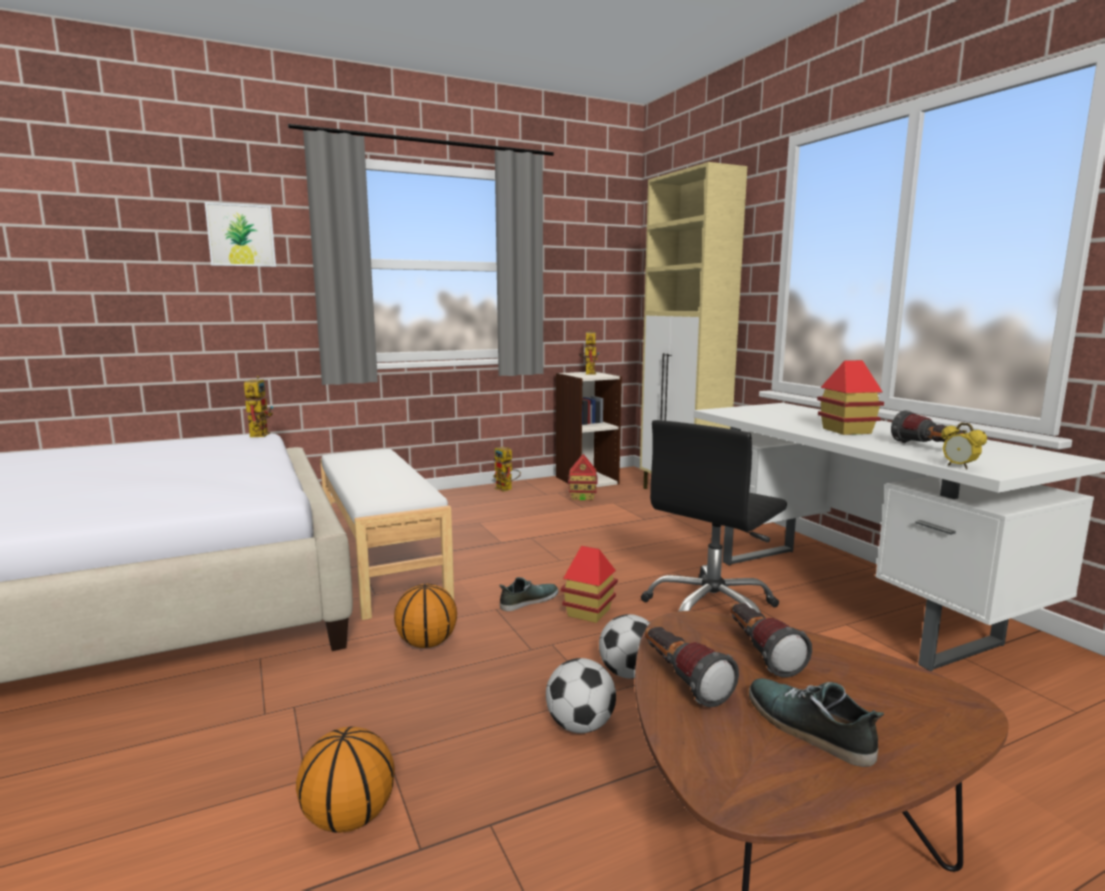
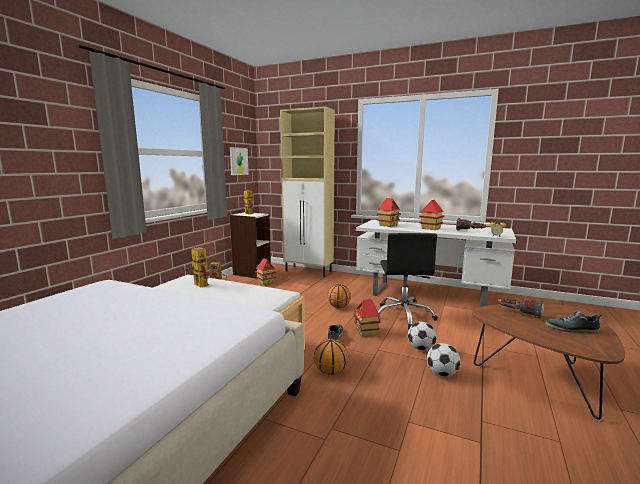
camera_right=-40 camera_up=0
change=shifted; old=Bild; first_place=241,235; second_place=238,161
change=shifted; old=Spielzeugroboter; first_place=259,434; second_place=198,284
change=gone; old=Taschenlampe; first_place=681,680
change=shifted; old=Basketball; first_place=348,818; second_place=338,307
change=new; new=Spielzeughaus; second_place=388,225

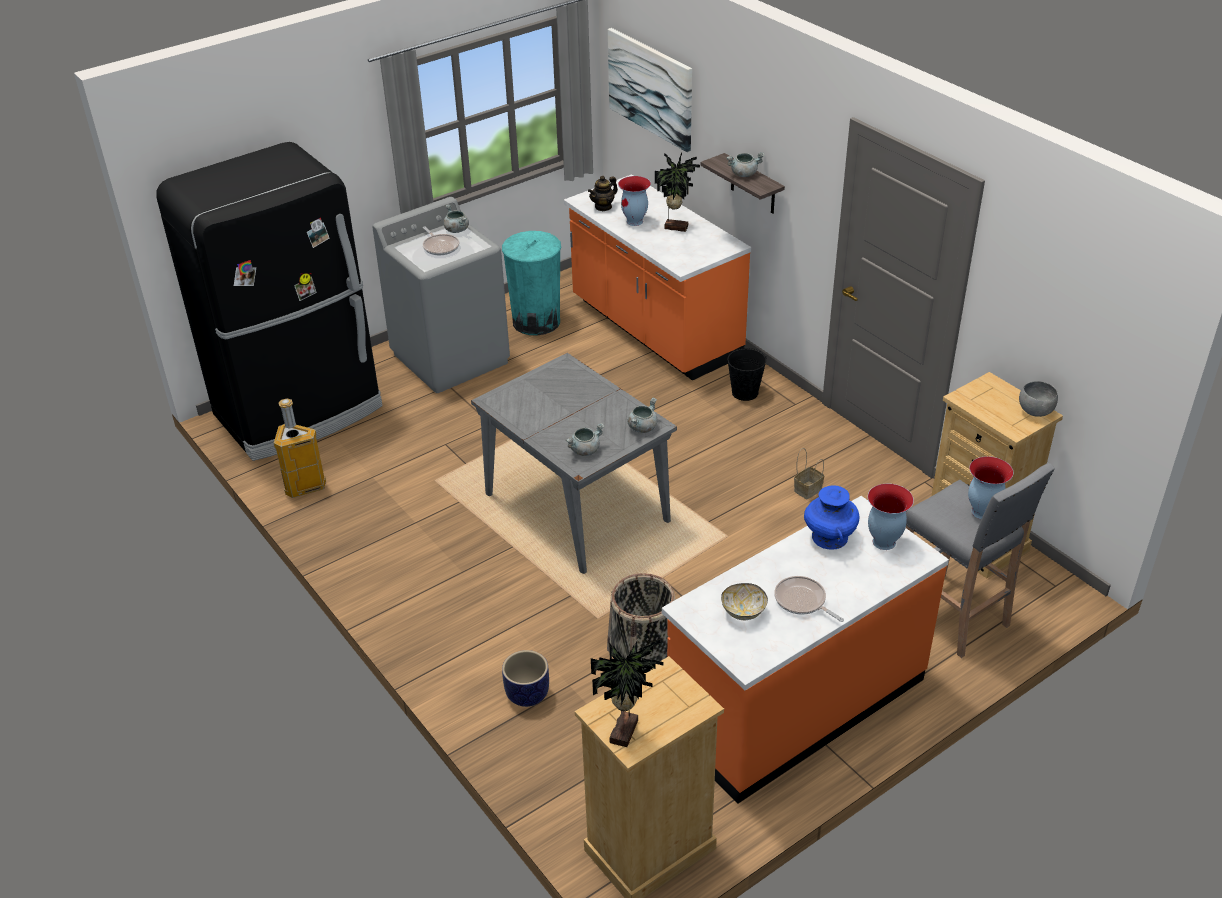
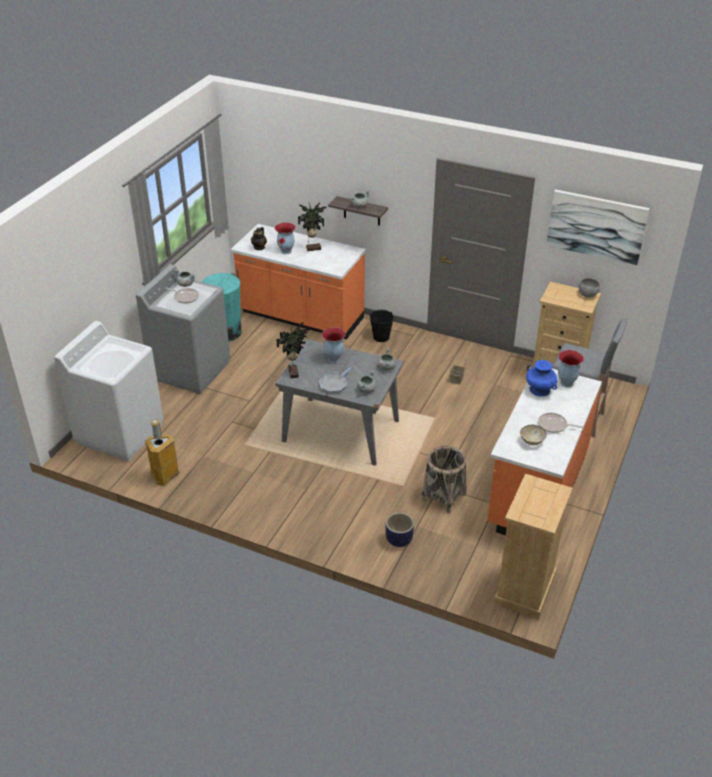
camera_right=-30 camera_up=0
change=shifted; old=Bild; first_place=650,88; second_place=596,226
change=swapped; old=Kühlschrank (schwarz); new=Waschmaschine (weiß); first_place=300,412; second_place=120,433
change=shifted; old=Vase; first_place=982,512; second_place=334,359
change=shifted; old=Topfpflanze; first_place=627,731; second_place=294,372
change=new; new=Pfanne; second_place=334,384

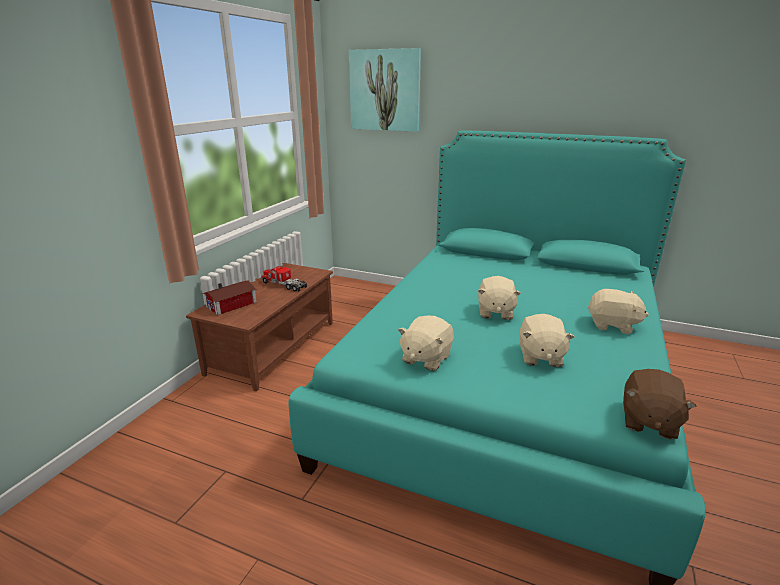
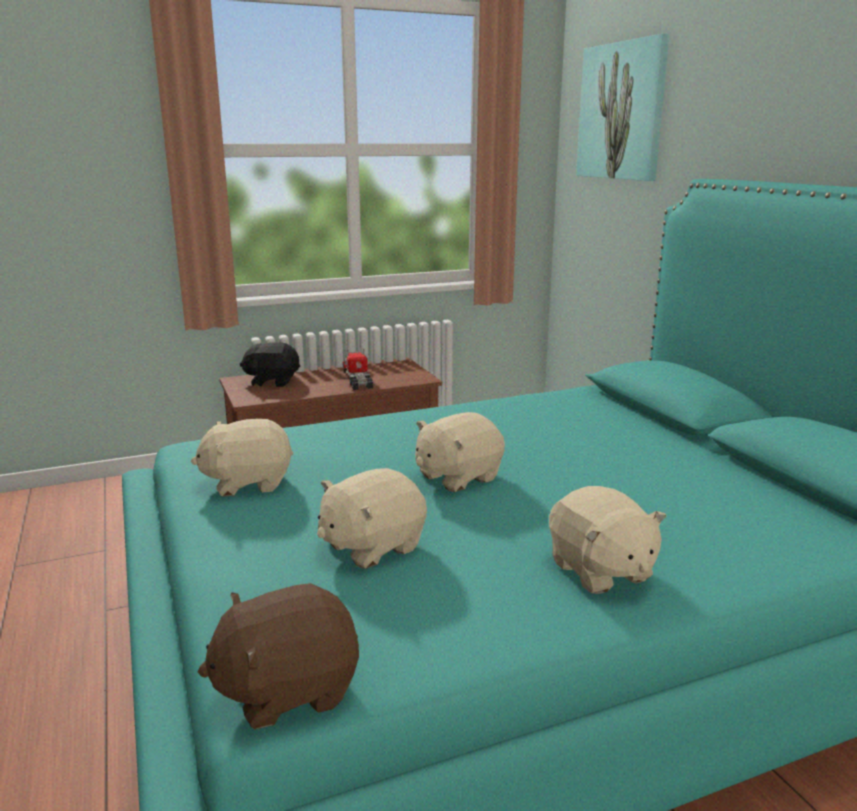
camera_right=45 camera_up=-5
change=swapped; old=Spielzeughaus; new=Plüschtier (schwarz); first_place=233,304; second_place=272,381

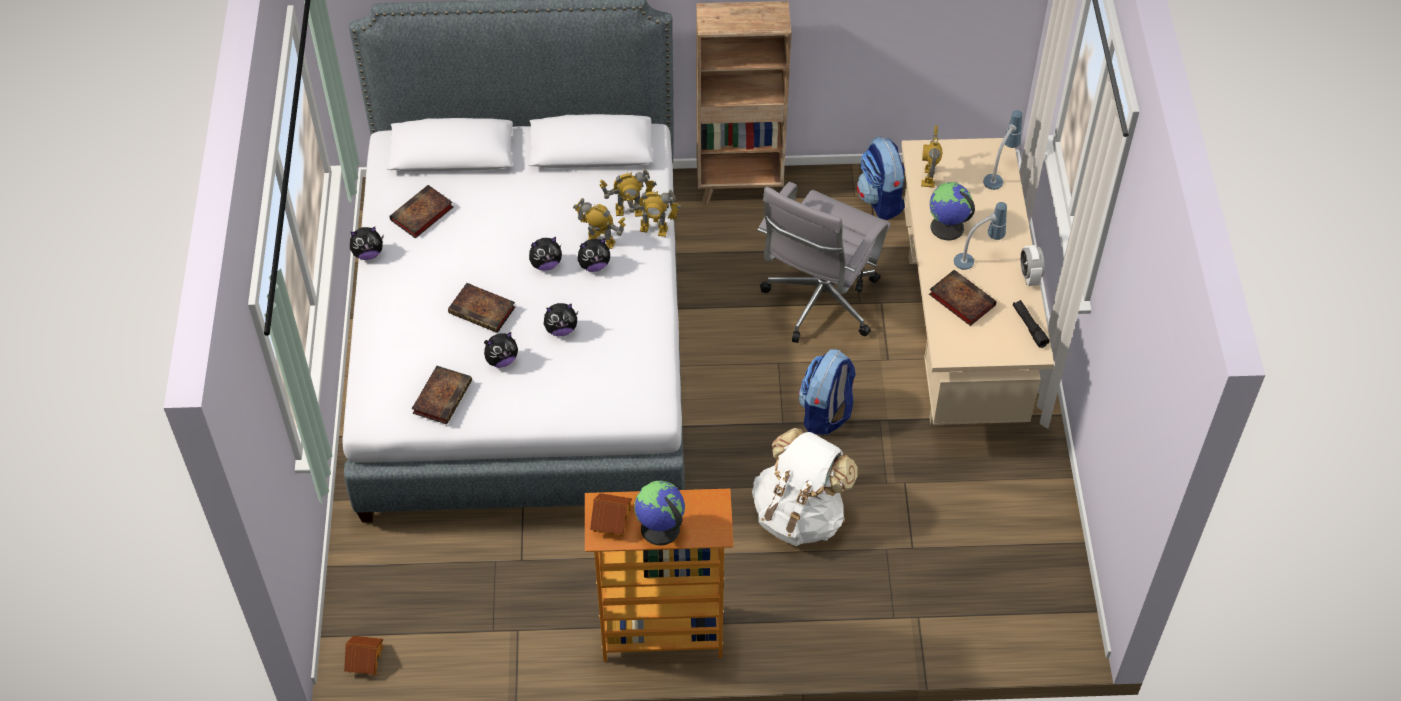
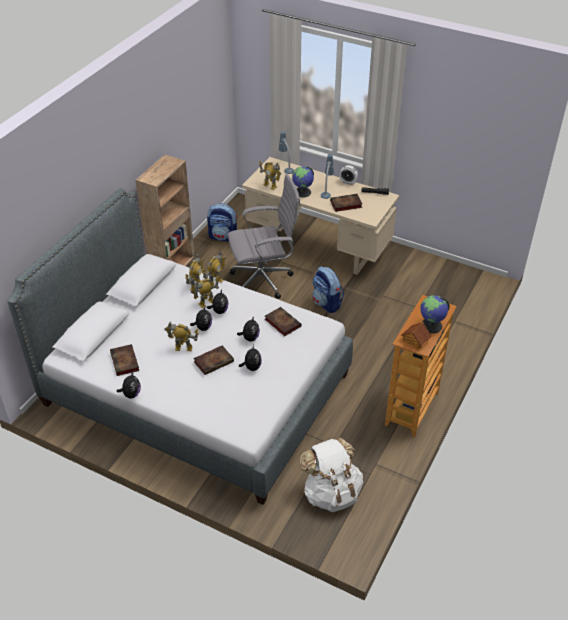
camera_right=-60 camera_up=-10
change=rotated; old=Bürostuhl (grau); first_place=819,304; second_place=264,280; degrees=-75
change=shifted; old=Buch; first_place=442,396; second_place=281,323
change=shifted; old=Rucksack (weiß); first_place=800,514; second_place=331,493
change=gone; old=Spielzeughaus; first_place=364,659
change=new; new=Spielzeugroboter; second_place=183,348

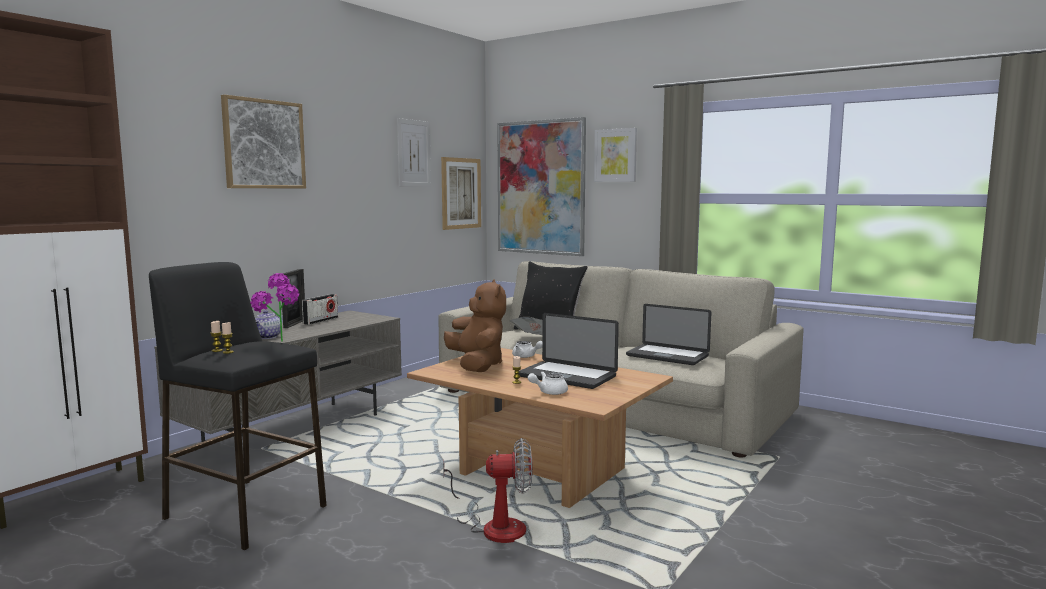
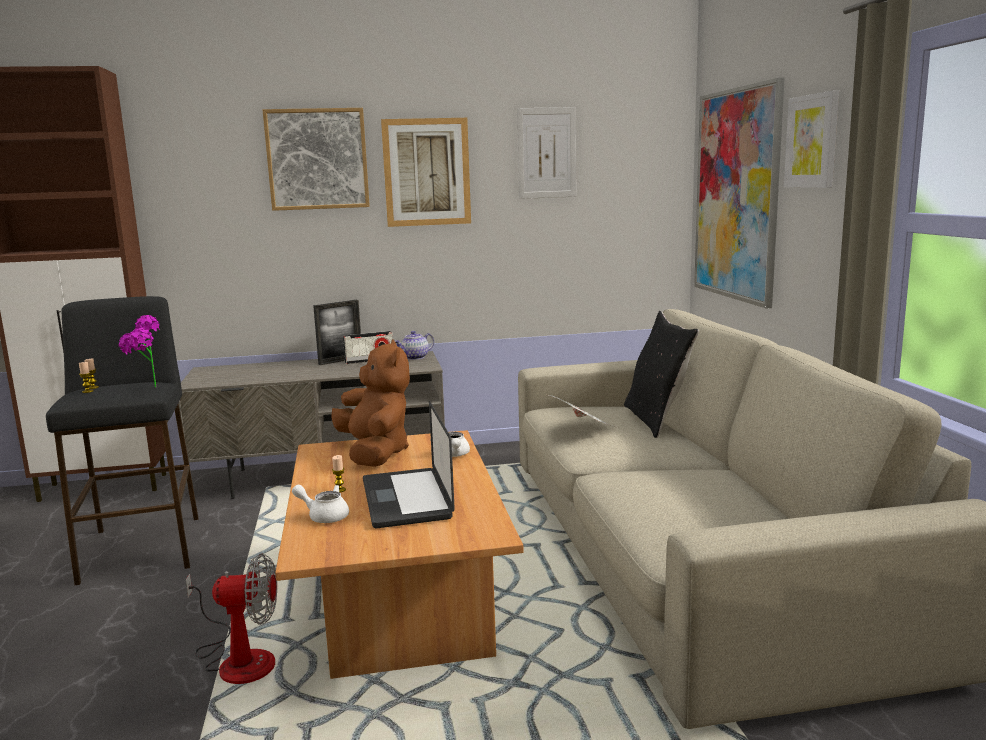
camera_right=45 camera_up=5
change=shifted; old=Bild; first_place=461,193; second_place=427,172
change=rotated; old=Plüschtier (braun); first_place=477,365; second_place=375,453; degrees=-45
change=gone; old=Laptop; first_place=667,356
change=shifted; old=Teekanne; first_place=267,337; second_place=415,357
change=rotated; old=Ventilator; first_place=494,525; second_place=238,660; degrees=-45

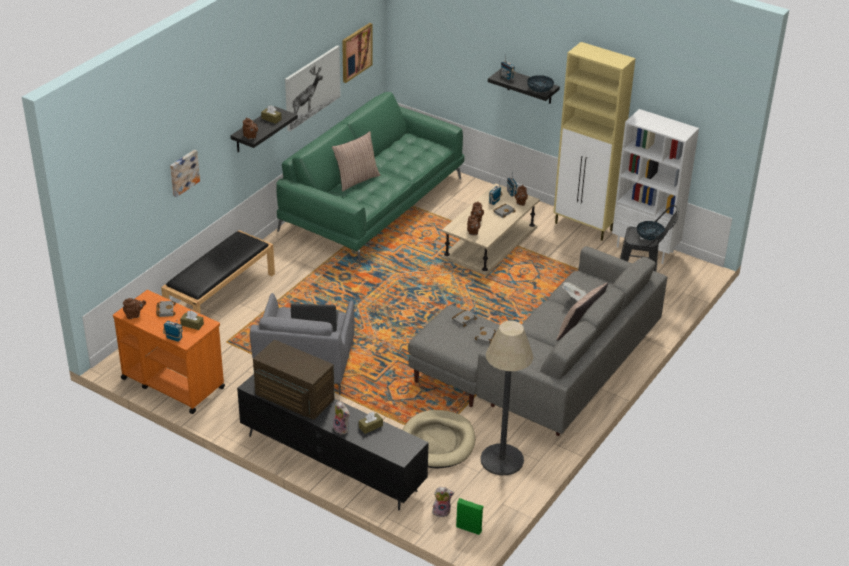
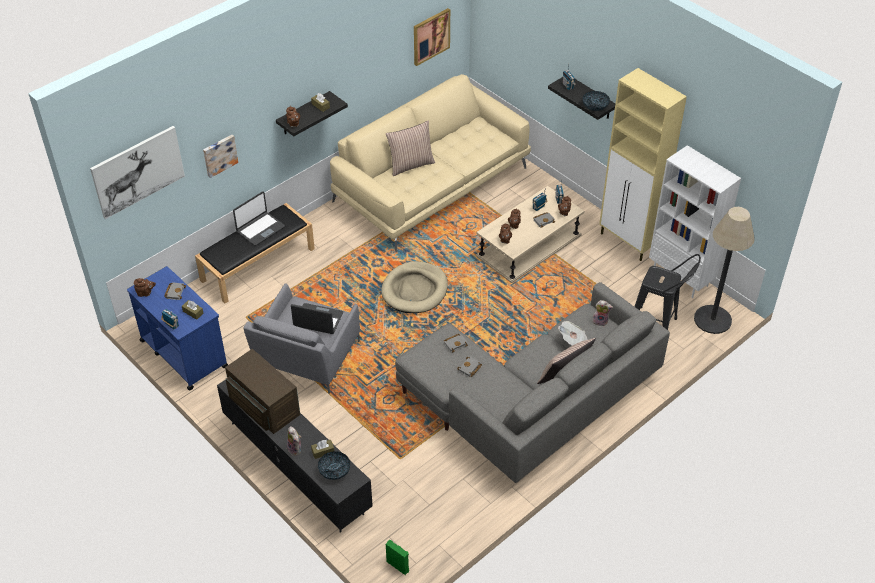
camera_right=15 camera_up=10
change=shifted; old=Bild; first_place=312,87; second_place=138,171
change=repainted; old=Sofa (grün); new=Sofa (beige); first_place=373,204; second_place=432,184
change=shifted; old=Schüssel; first_place=649,237; second_place=334,471
change=repainted; old=Rollwagen (orange); new=Rollwagen (blau); first_place=172,383; second_place=183,353
change=shifted; old=Stehlampe; first_place=502,460; second_place=712,319
change=shifted; old=Hundebett (beige); first_place=437,442; second_place=415,290
change=shifted; old=Plüschtier; first_place=442,511; second_place=600,321
change=new; new=Laptop; second_place=260,229

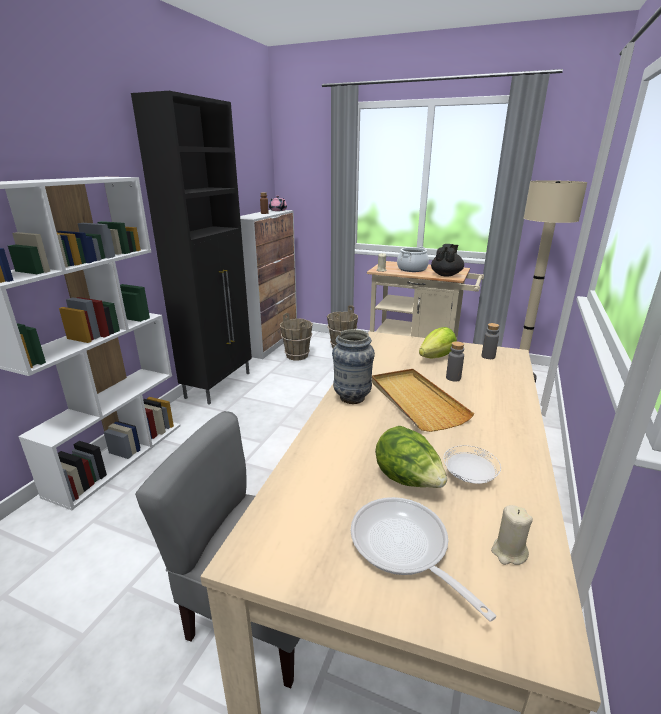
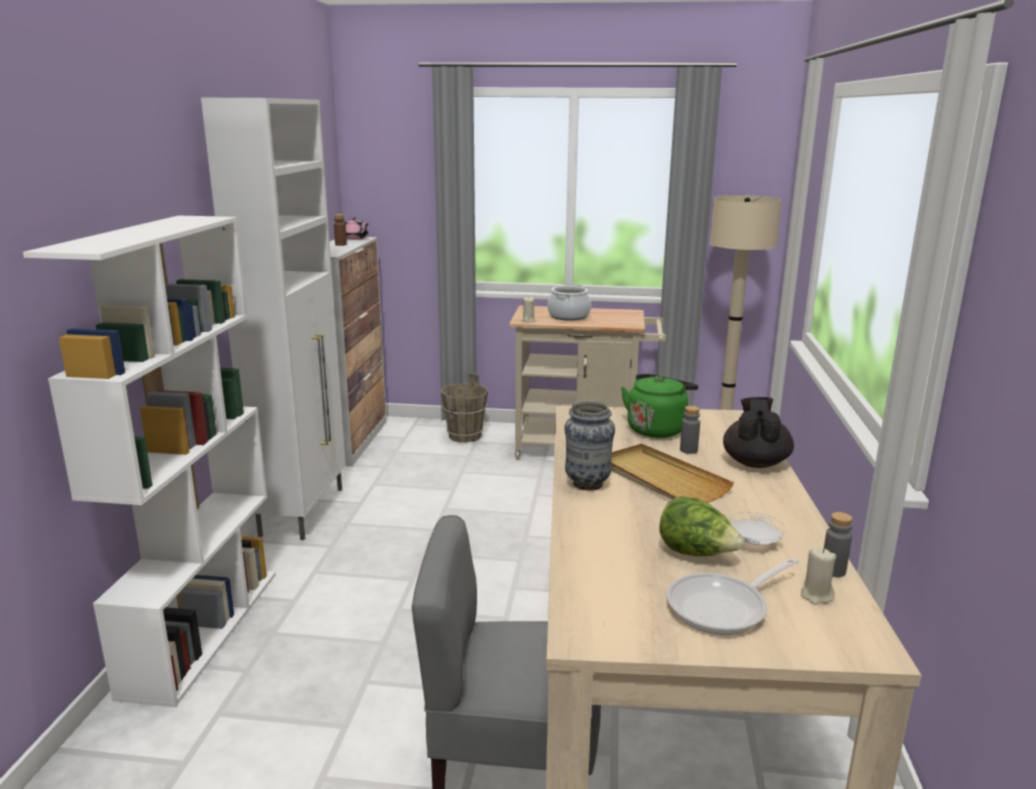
camera_right=-15 camera_up=-5
change=repainted; old=Schrank (schwarz); new=Schrank (weiß); first_place=219,385; second_place=304,511
change=shifted; old=Teekanne (schwarz); first_place=446,275; second_place=755,462
change=gone; old=Eimer (braun); first_place=297,355
change=shifted; old=Flasche (grau); first_place=488,356; second_place=833,571
change=swapped; old=Salatkopf; new=Wasserkessel (grün); first_place=436,357; second_place=657,429
change=rotated; old=Pfanne; first_place=404,548; second_place=723,607; degrees=-75

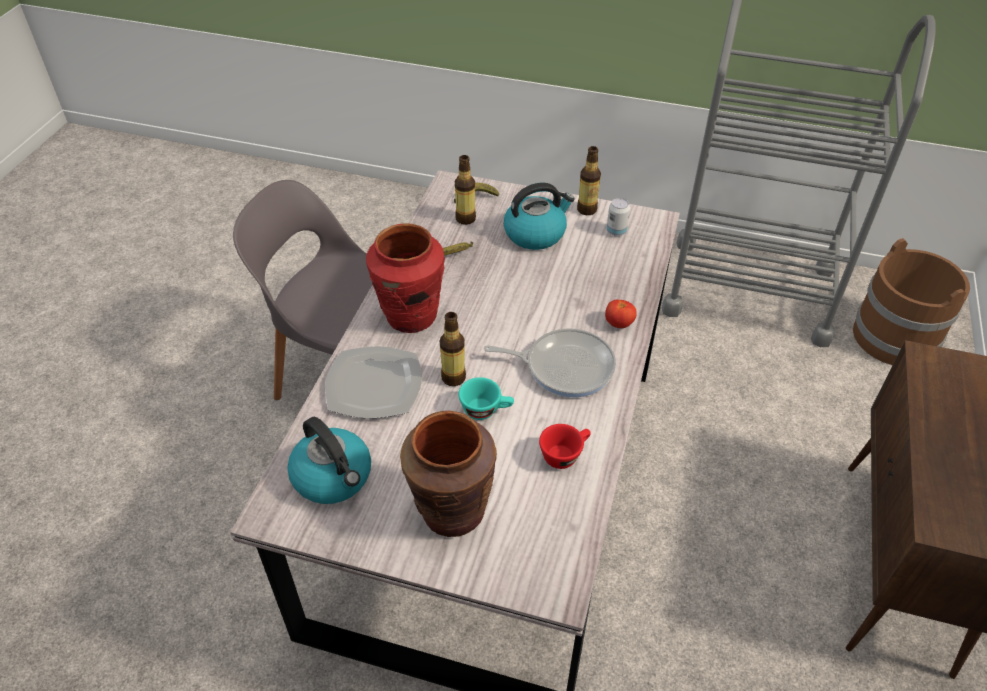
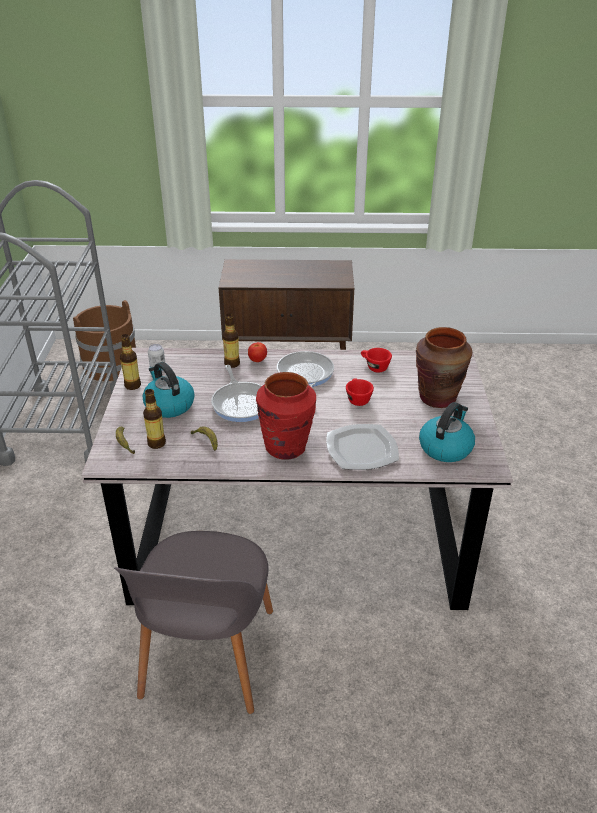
camera_right=-105 camera_up=-10
change=shifted; old=Flasche; first_place=453,377; second_place=232,364
change=repainted; old=Tasse (türkis); new=Tasse (rot); first_place=486,410; second_place=357,399
change=new; new=Pfanne; second_place=241,403

